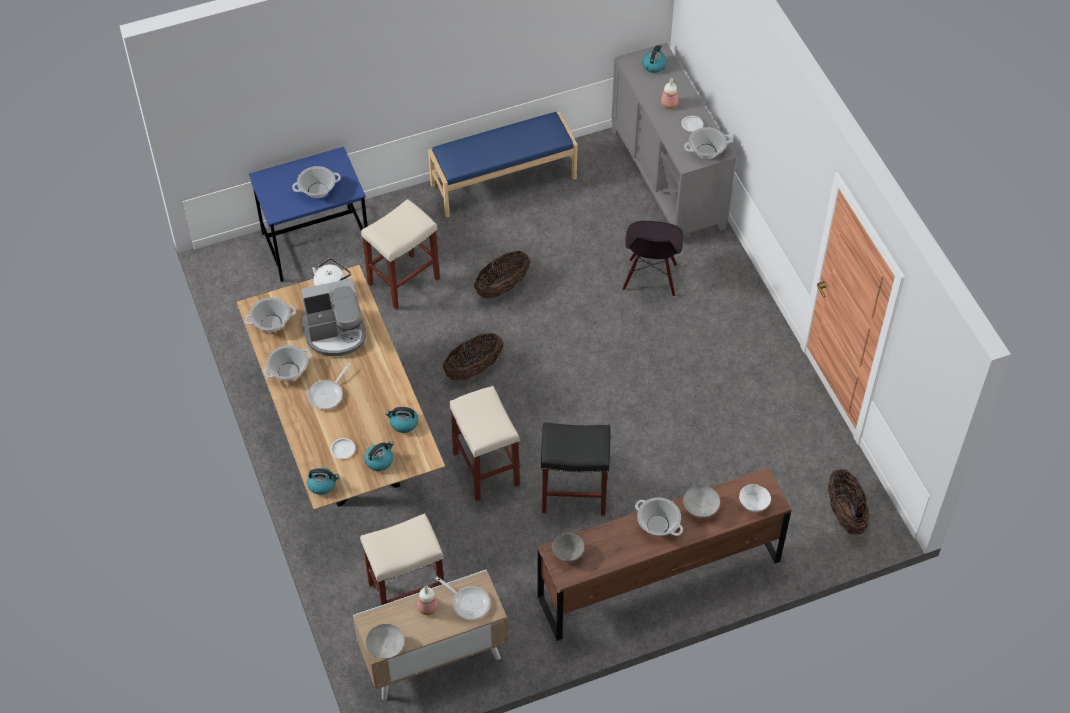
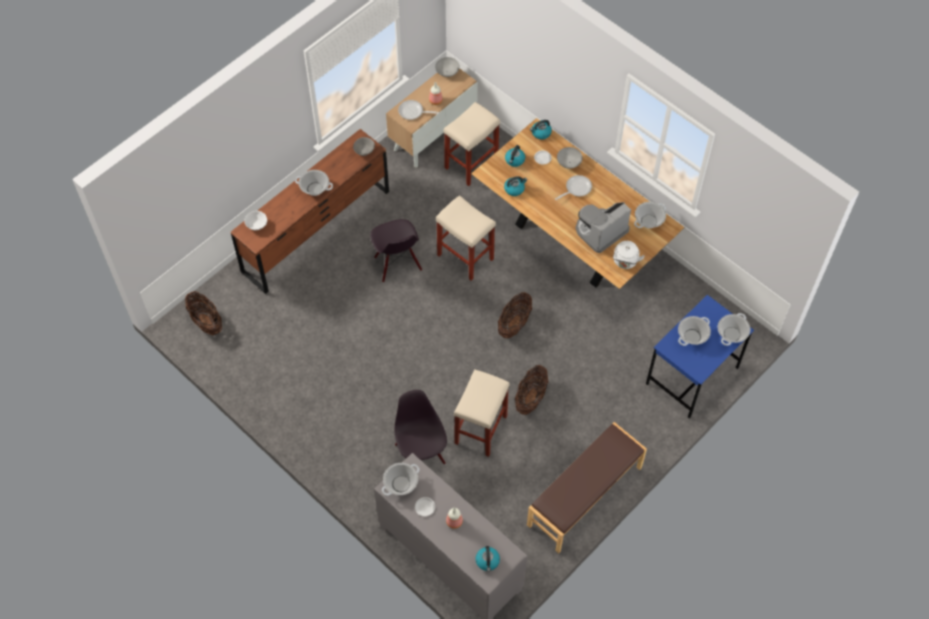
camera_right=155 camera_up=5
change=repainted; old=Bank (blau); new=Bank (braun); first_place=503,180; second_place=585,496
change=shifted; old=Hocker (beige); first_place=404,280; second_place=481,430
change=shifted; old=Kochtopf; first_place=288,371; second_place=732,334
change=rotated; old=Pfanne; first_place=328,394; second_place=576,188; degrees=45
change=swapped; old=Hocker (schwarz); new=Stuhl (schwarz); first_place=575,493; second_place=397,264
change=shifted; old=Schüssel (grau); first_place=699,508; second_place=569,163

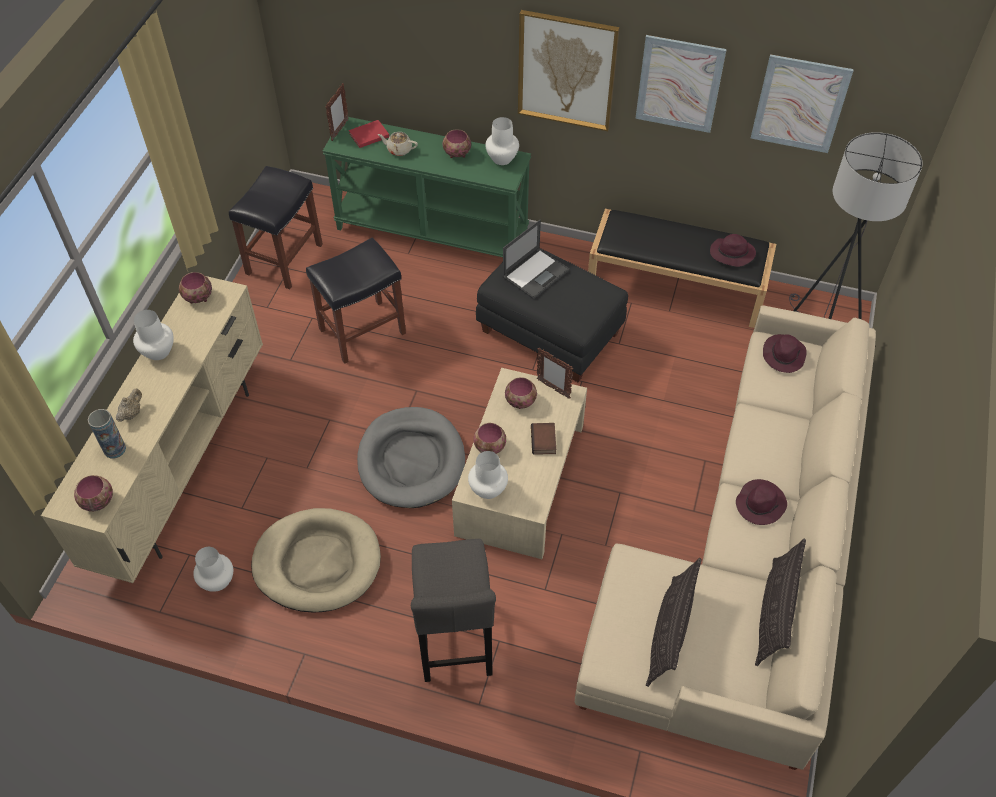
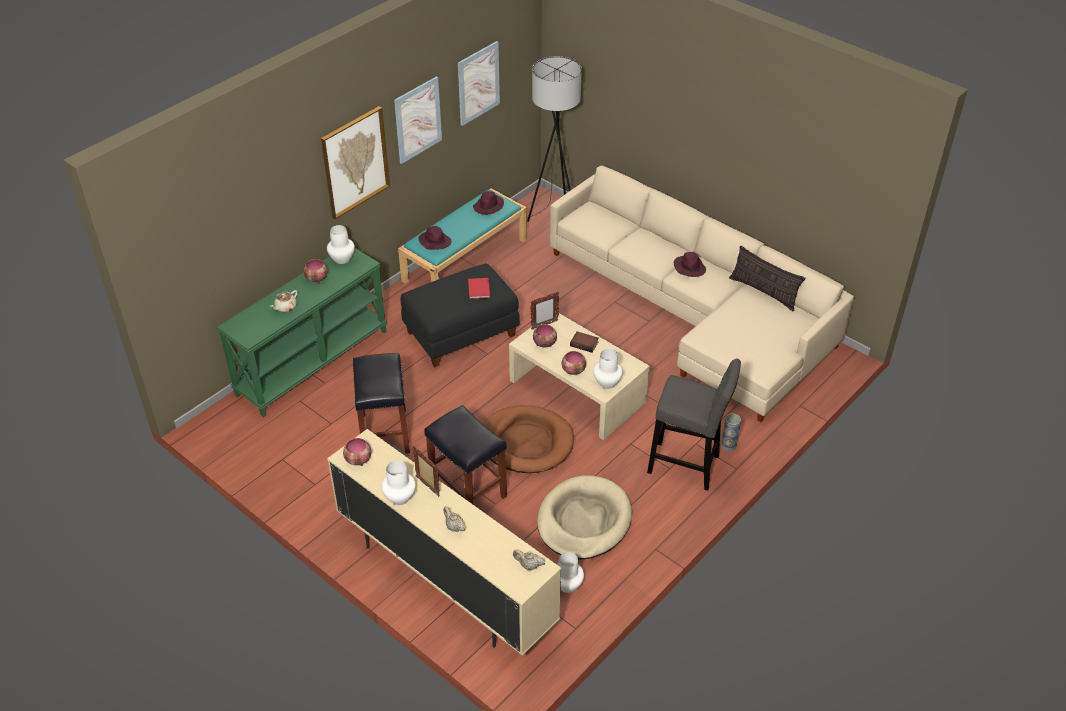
camera_right=-65 camera_up=-10
change=shifted; old=Bilderrahmen; first_place=339,130; second_place=427,487
change=shifted; old=Buch (rot); first_place=368,135; second_place=478,290
change=shifted; old=Hocker (schwarz); first_place=284,258; second_place=467,490
change=repainted; old=Bank (schwarz); new=Bank (türkis); first_place=677,286; second_place=465,259
change=gone; old=Laptop; first_place=536,273
change=shifted; old=Hut (lila); first_place=783,355; second_place=434,242
change=repainted; old=Hundebett (grau); new=Hundebett (braun); first_place=411,460; second_place=526,442
change=shifted; old=Vase; first_place=114,449; second_place=728,445
change=swapped; old=Schüssel; new=Teekanne (beige); first_place=97,501; second_place=528,565
change=gone; old=Kissen; first_place=669,633

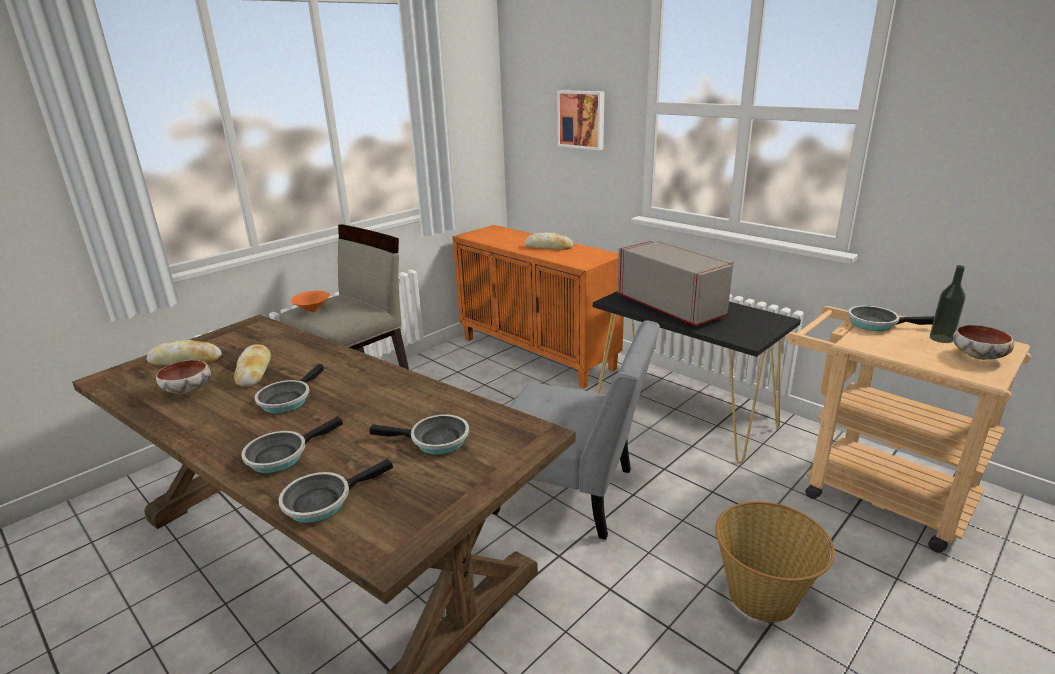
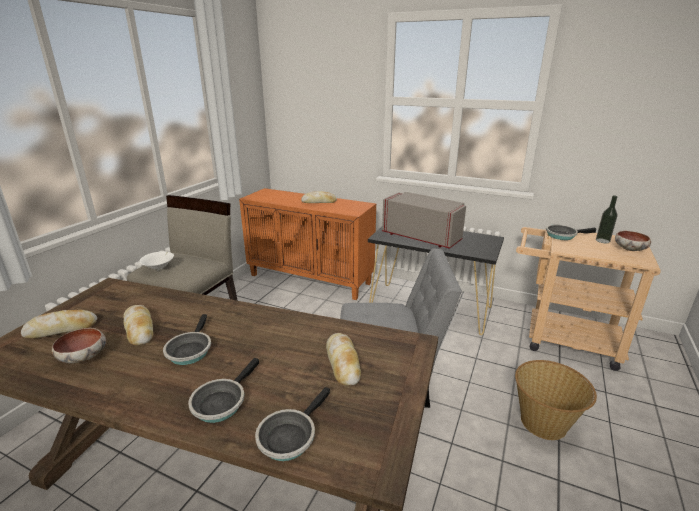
camera_right=-20 camera_up=0
change=gone; old=Bild; first_place=582,119
change=repainted; old=Schüssel (orange); new=Schüssel (weiß); first_place=313,310; second_place=159,268
change=swapped; old=Pfanne; new=Brot; first_place=434,441; second_place=343,363

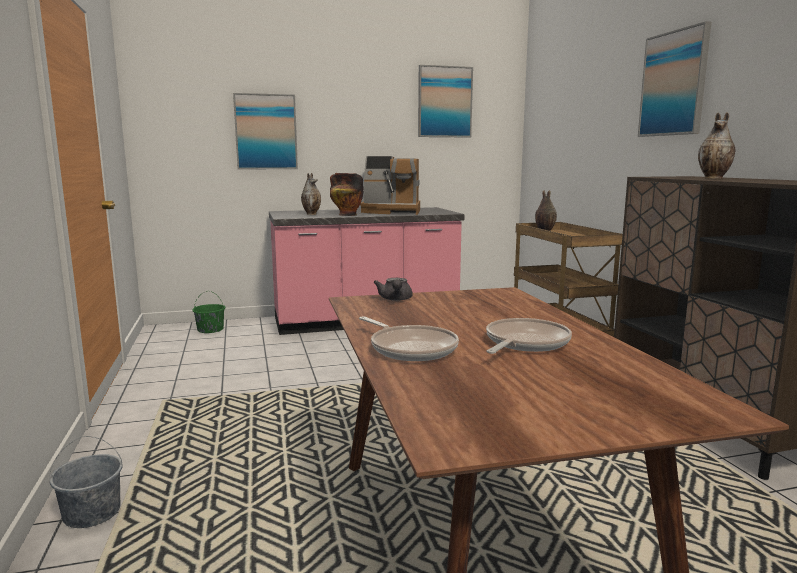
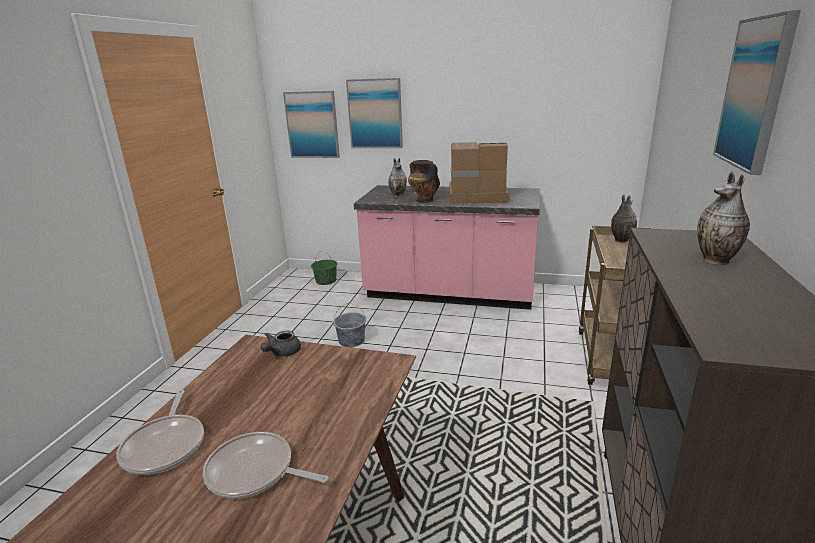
camera_right=30 camera_up=10
change=shifted; old=Bild; first_place=444,102; second_place=312,125
change=rotated; old=Kaffeemaschine; first_place=392,211; second_place=476,196; degrees=150
change=rotated; old=Pfanne; first_place=524,343; second_place=255,472; degrees=-135
change=shifted; old=Eimer (grau); first_place=91,513; second_place=351,341

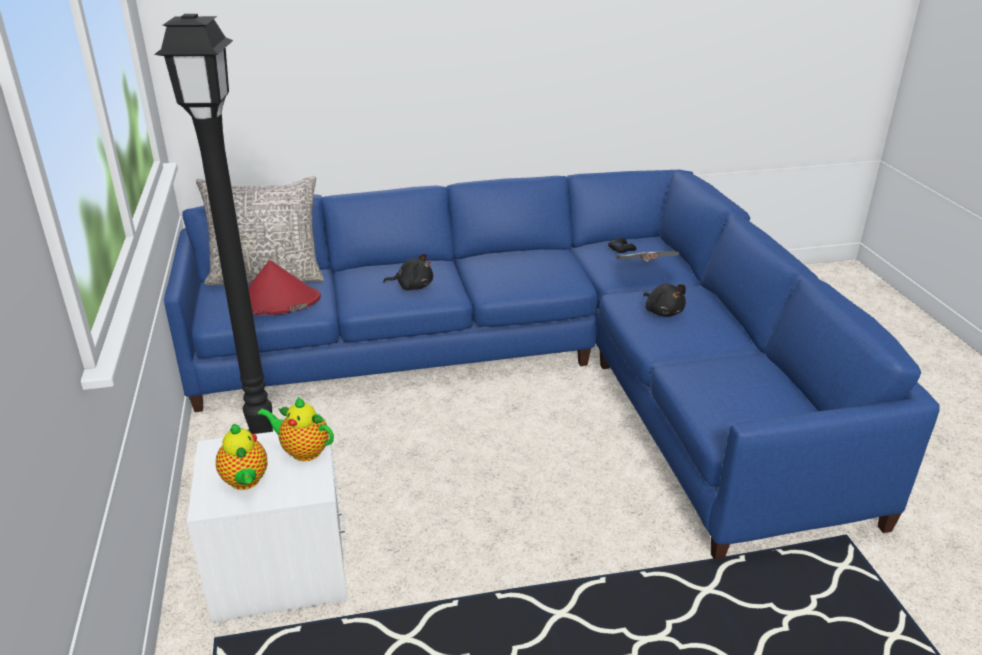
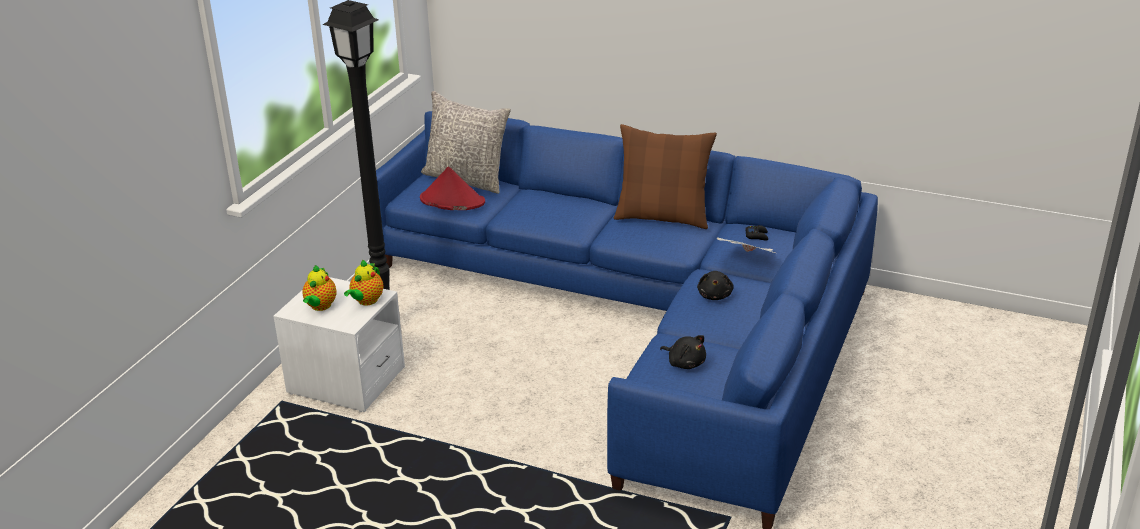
camera_right=35 camera_up=0
change=shifted; old=Plüschtier (schwarz); first_place=412,286; second_place=685,363
change=rotated; old=Teekanne; first_place=303,451; second_place=366,301; degrees=-120
change=new; new=Kissen (braun); second_place=662,217

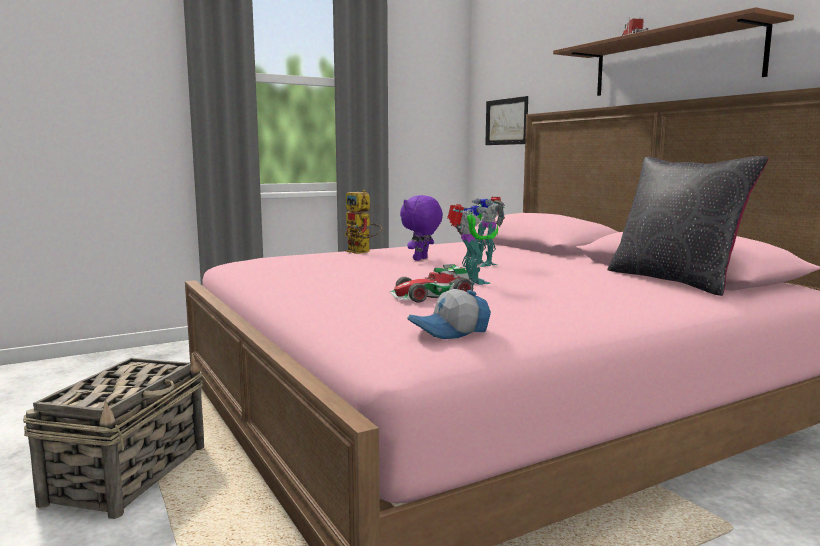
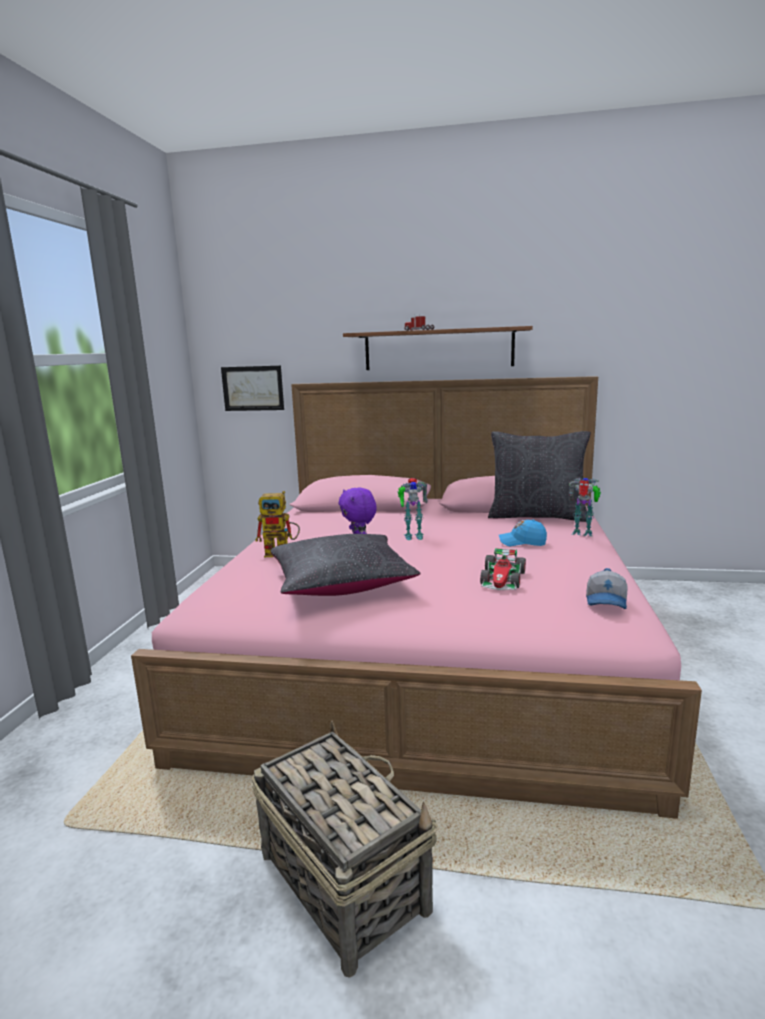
camera_right=-50 camera_up=5
change=shifted; old=Spielzeugroboter; first_place=471,282; second_place=583,533
change=new; new=Kappe (blau); second_place=522,542
change=new; new=Kissen (schwarz); second_place=341,582

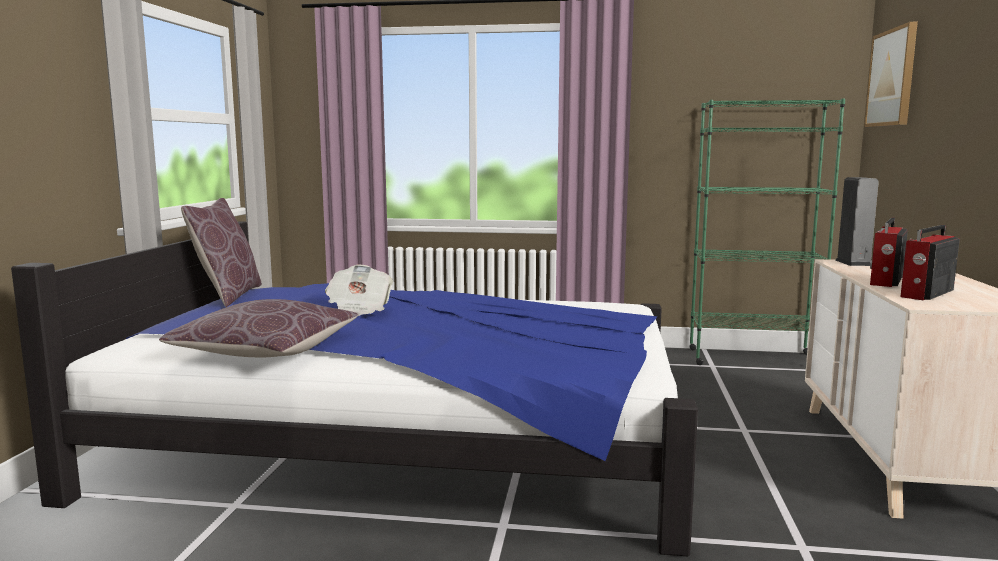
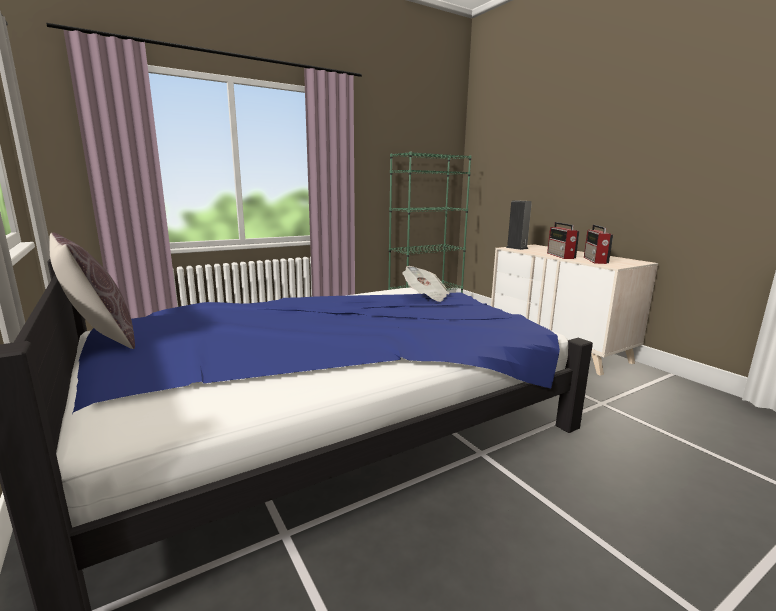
camera_right=-40 camera_up=5
change=gone; old=Bild; first_place=892,78
change=shifted; old=Zeitung; first_place=359,309; second_place=425,296
change=gone; old=Kissen (braun); first_place=266,351

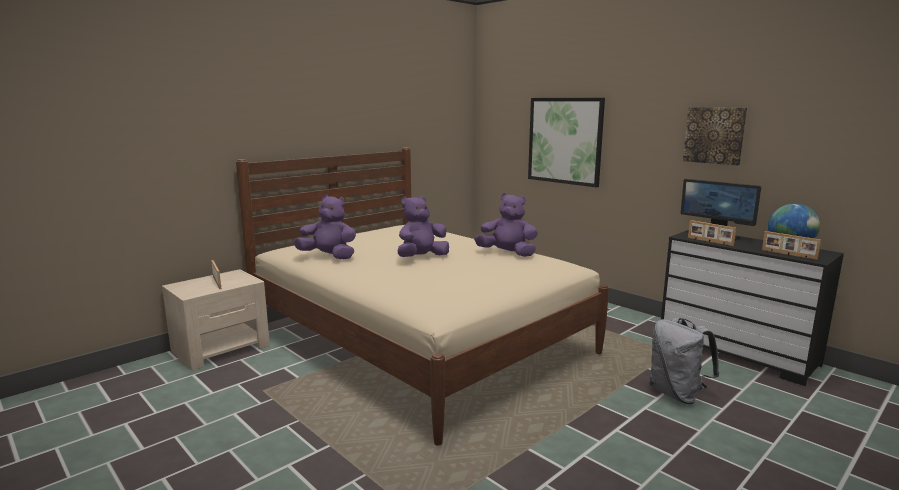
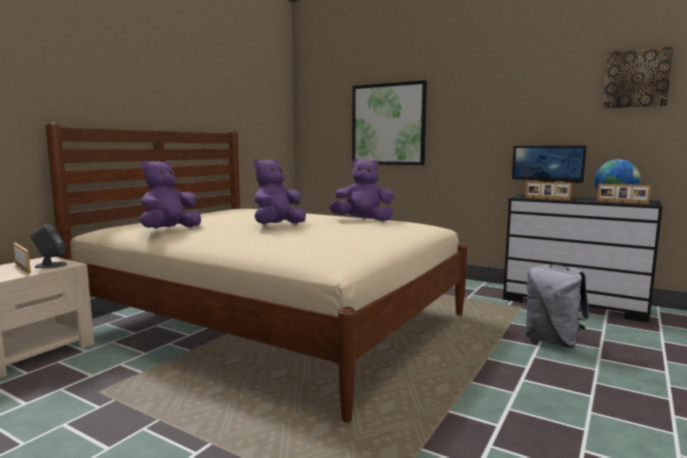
camera_right=-15 camera_up=-5
change=shifted; old=Bild; first_place=714,135; second_place=636,78
change=rotated; old=Plüschtier (lila); first_place=329,257; second_place=169,230; degrees=-60
change=new; new=Lautsprecher (grau); second_place=50,265

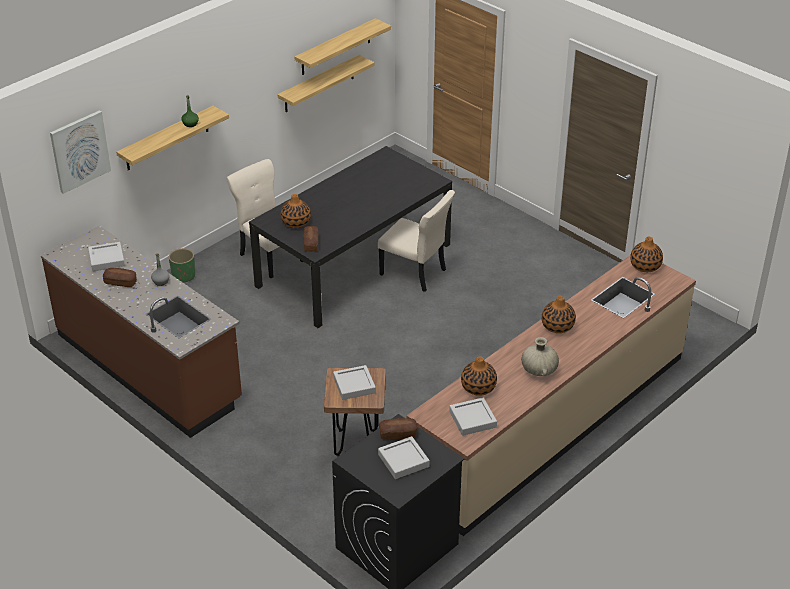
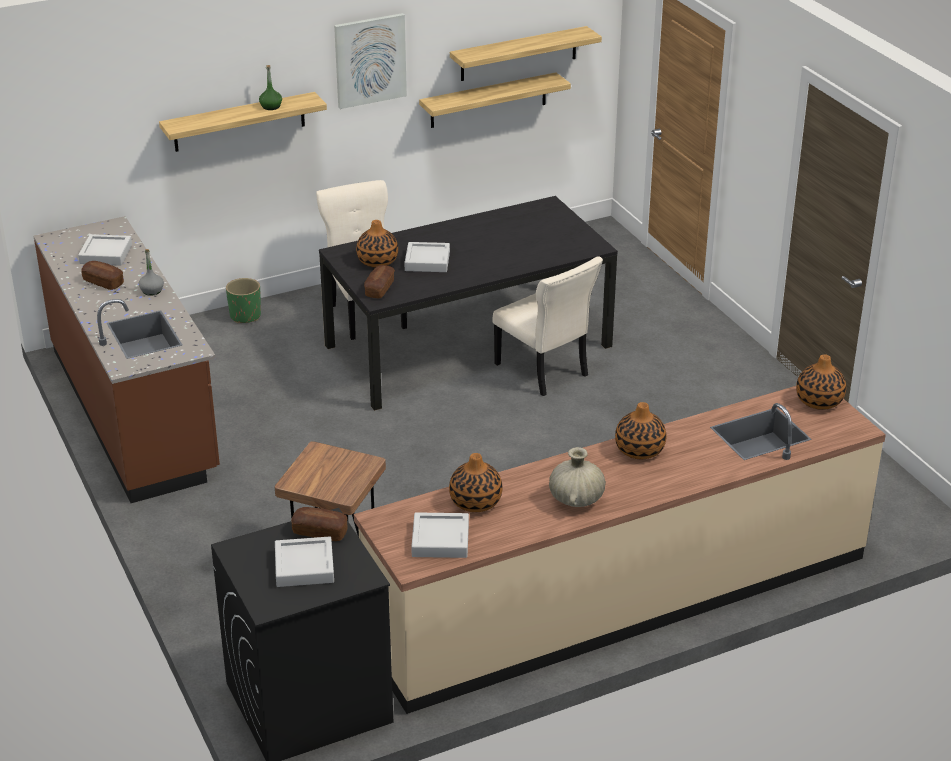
camera_right=20 camera_up=-5
change=shifted; old=Bild; first_place=80,151; second_place=370,60
change=shifted; old=Tablett (grau); first_place=354,385; second_place=427,261

